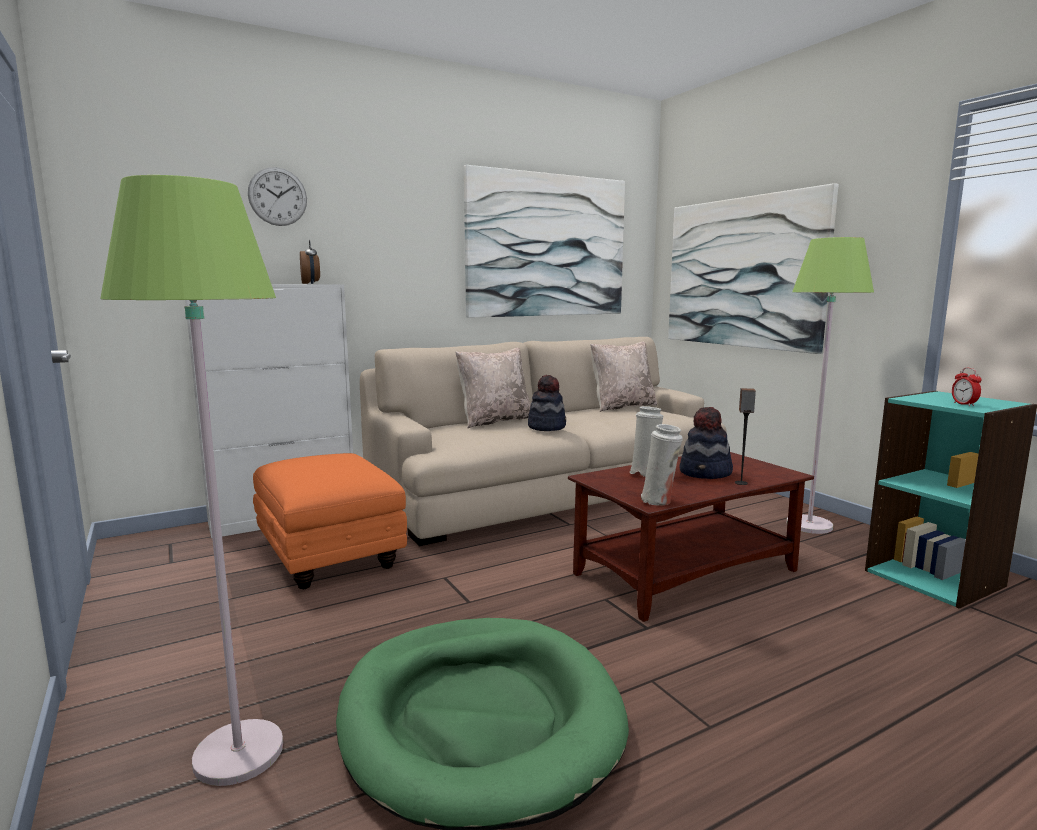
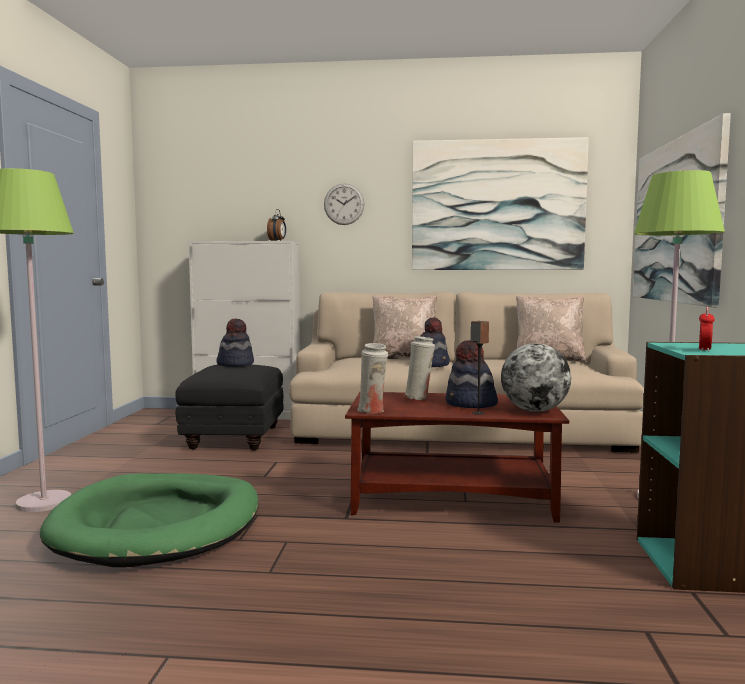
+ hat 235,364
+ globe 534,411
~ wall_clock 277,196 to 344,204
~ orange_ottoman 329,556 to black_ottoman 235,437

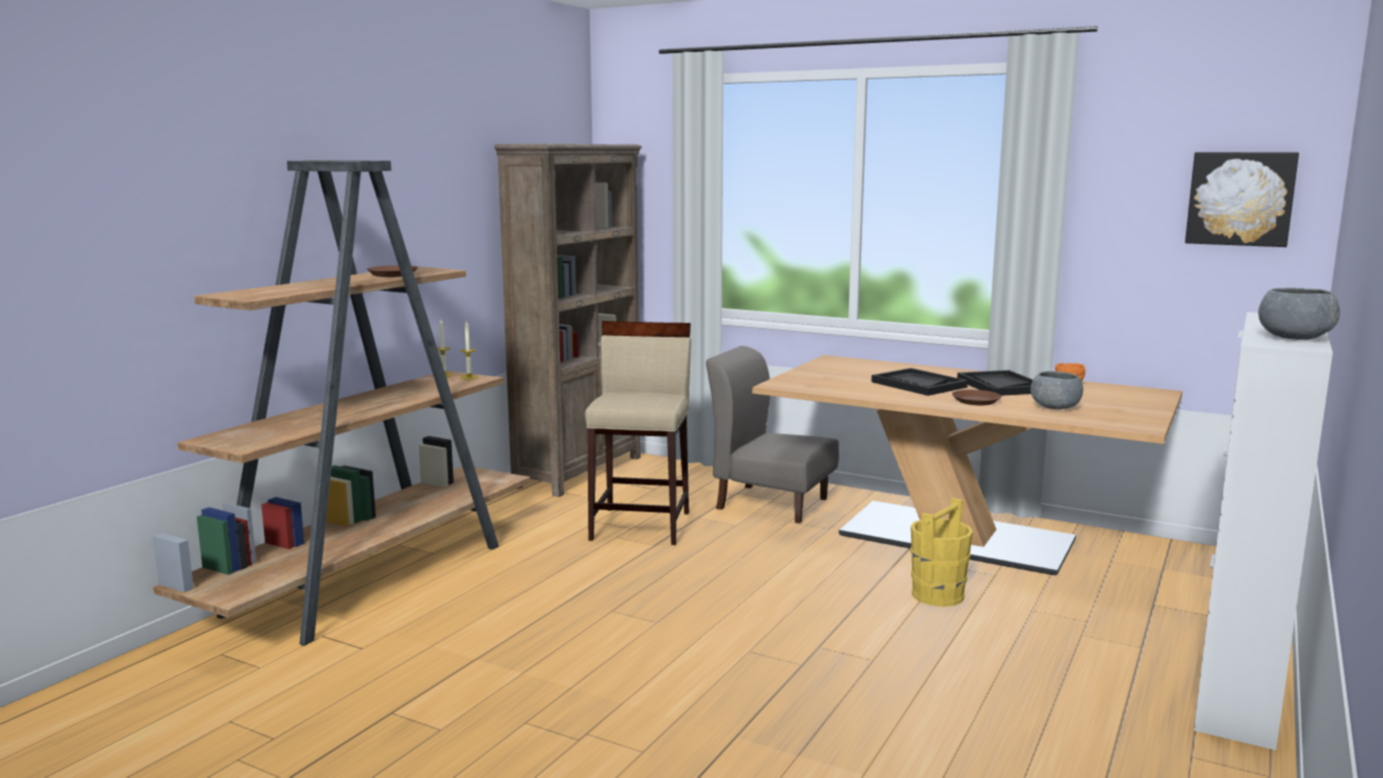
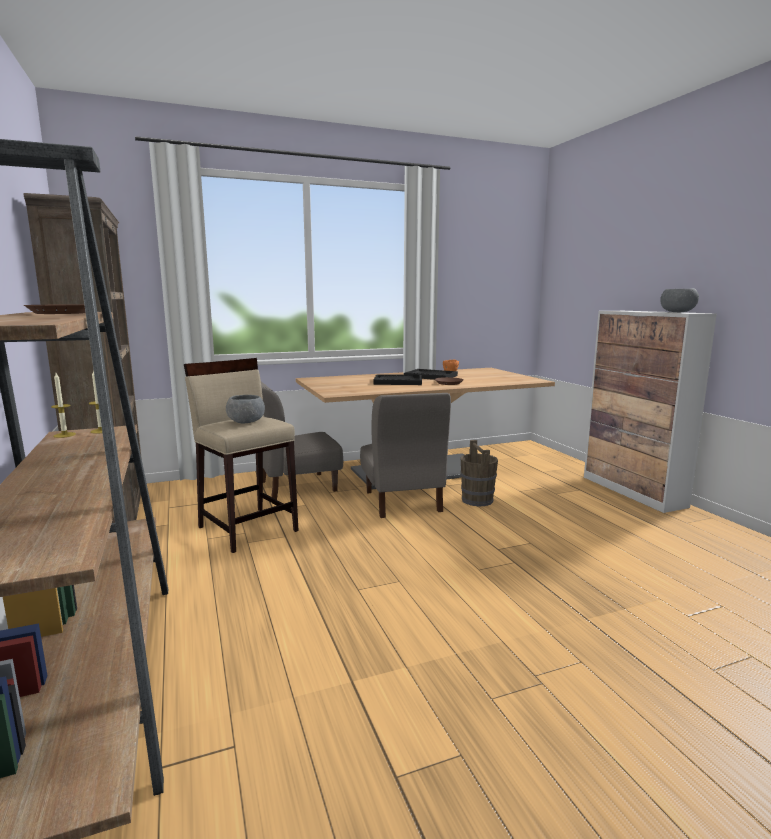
- picture 1240,198
+ grey_chair 402,501
~ grey_bowl 1055,408 to 246,422
~ yellow_bucket 938,595 to brown_bucket 477,500

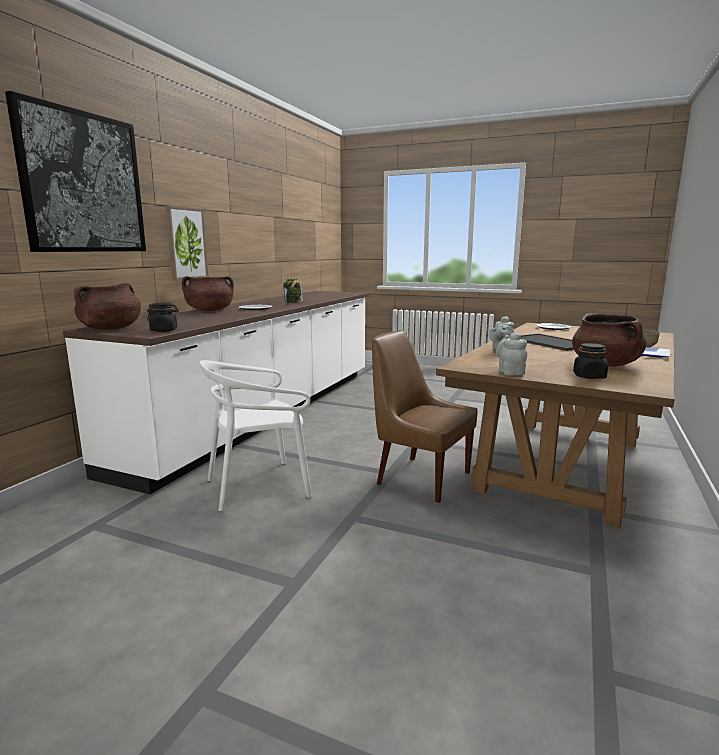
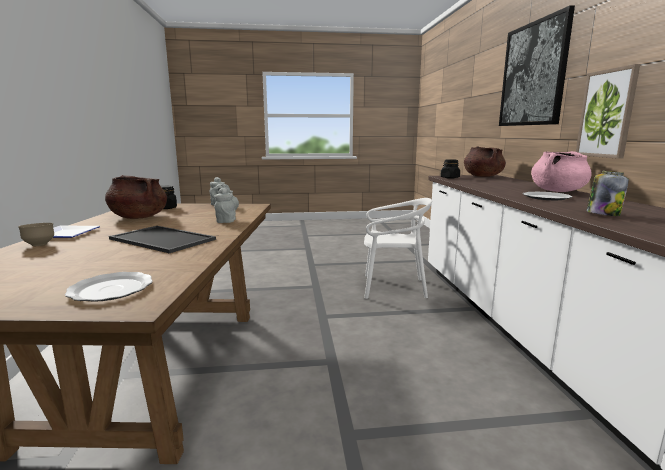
- brown_chair 420,477
~ brown_cooking_pot 210,310 to pink_cooking_pot 558,191
~ white_chair 259,486 = 393,287 60 degrees clockwise

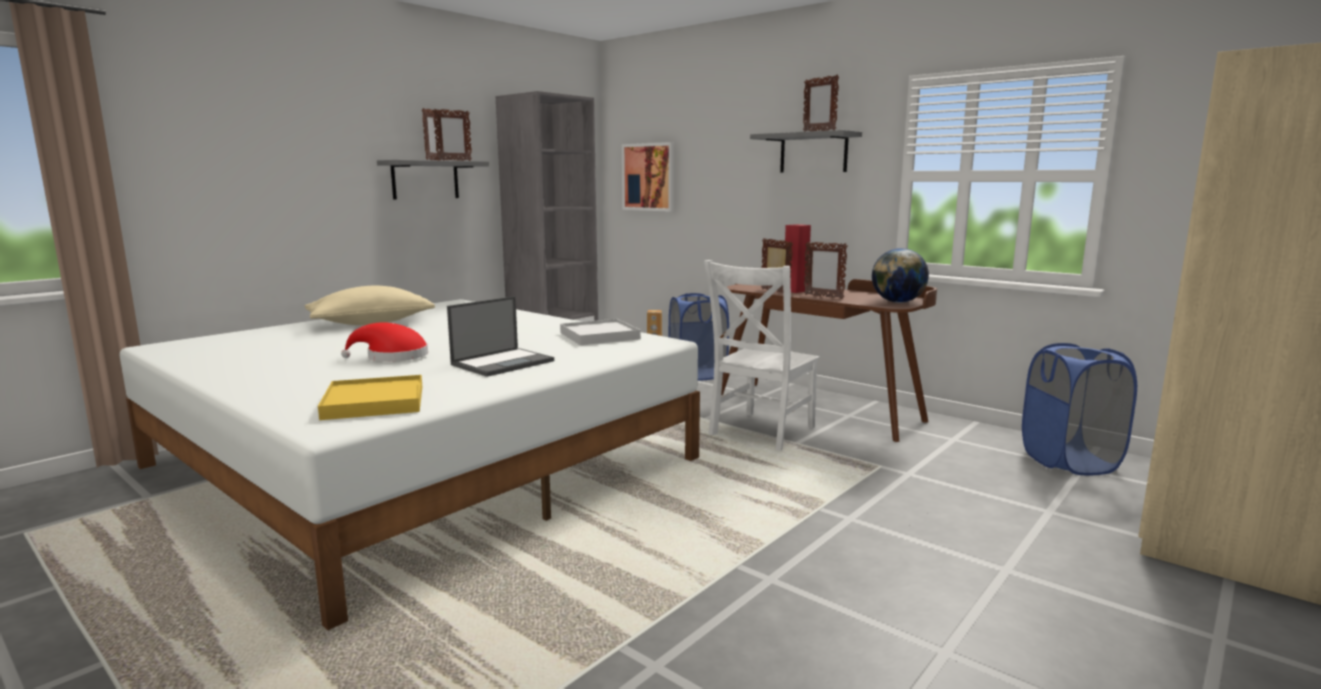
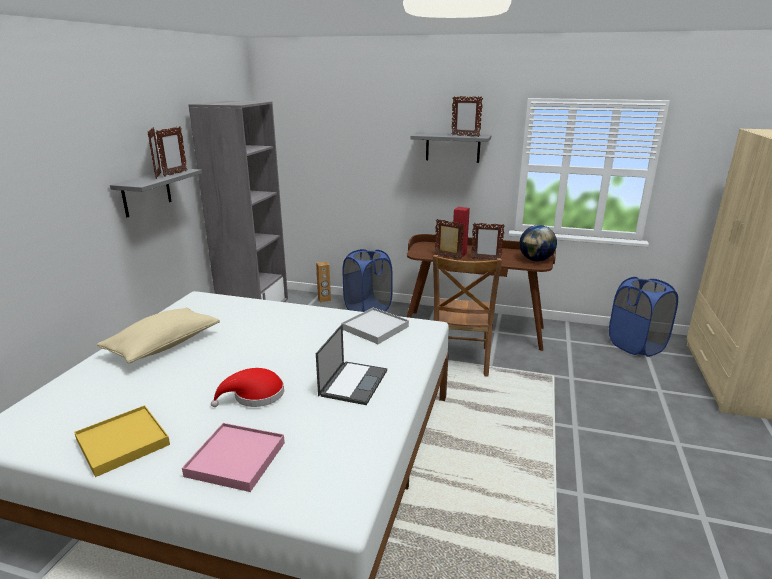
- picture 648,177
+ pink_tray 235,459
~ yellow_tray 375,402 to 123,442
~ white_chair 760,432 to brown_chair 460,361

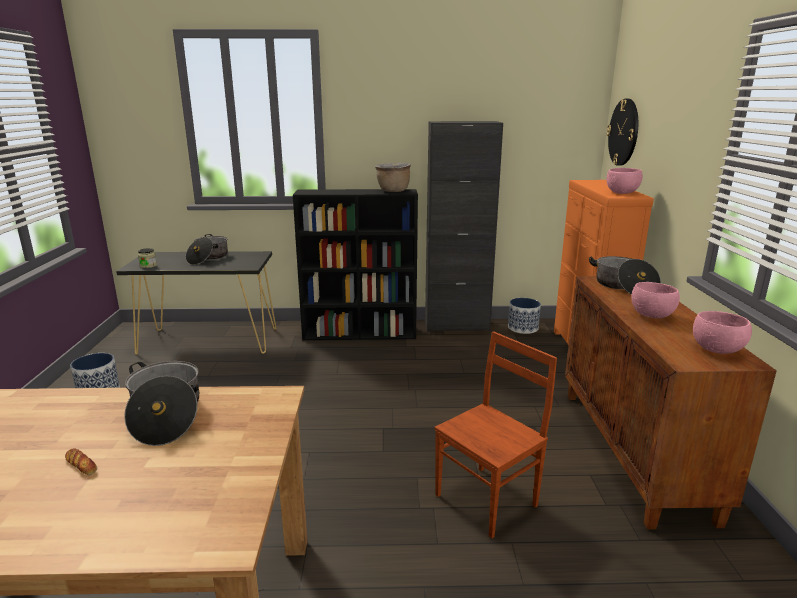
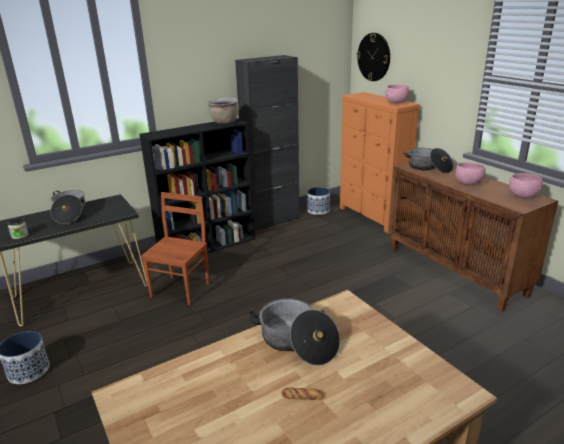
~ brown_chair 488,500 to 181,289

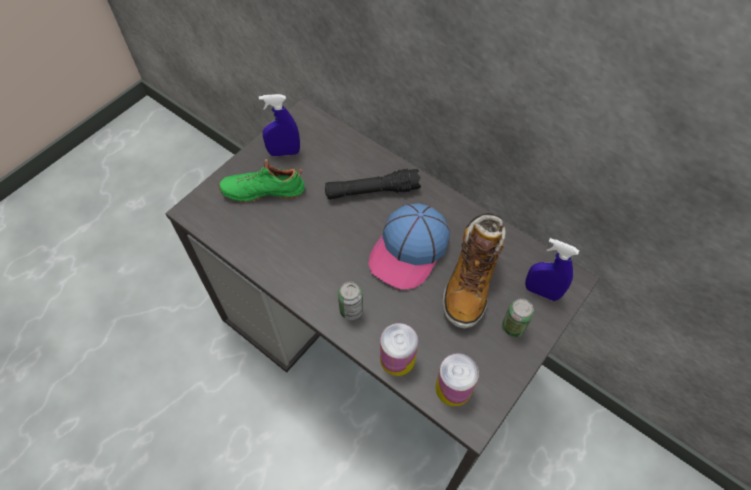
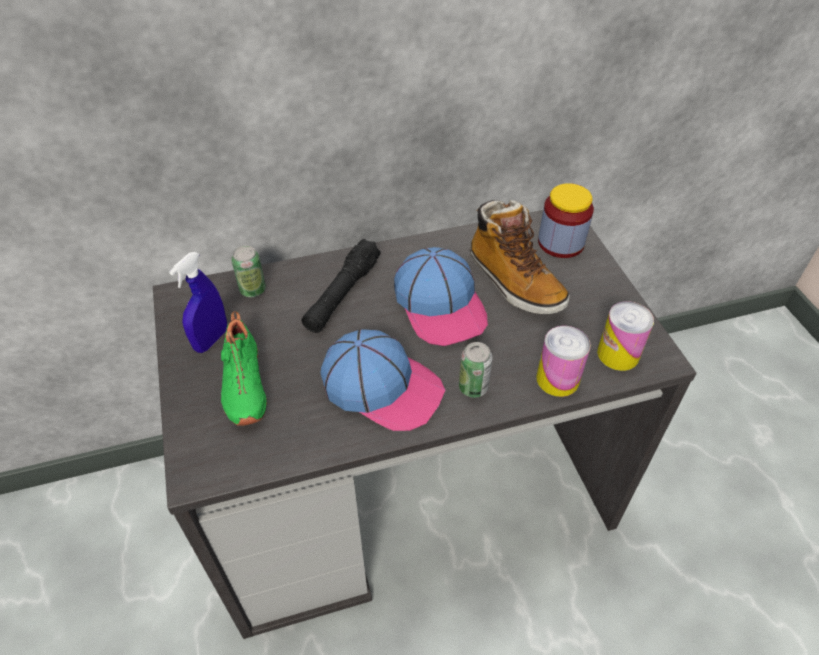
+ cap 383,387
~ can 513,327 to 253,290
~ blue_spray_bottle 541,292 to jar 561,243
~ green_shoe 263,189 = 242,385 45 degrees counterclockwise

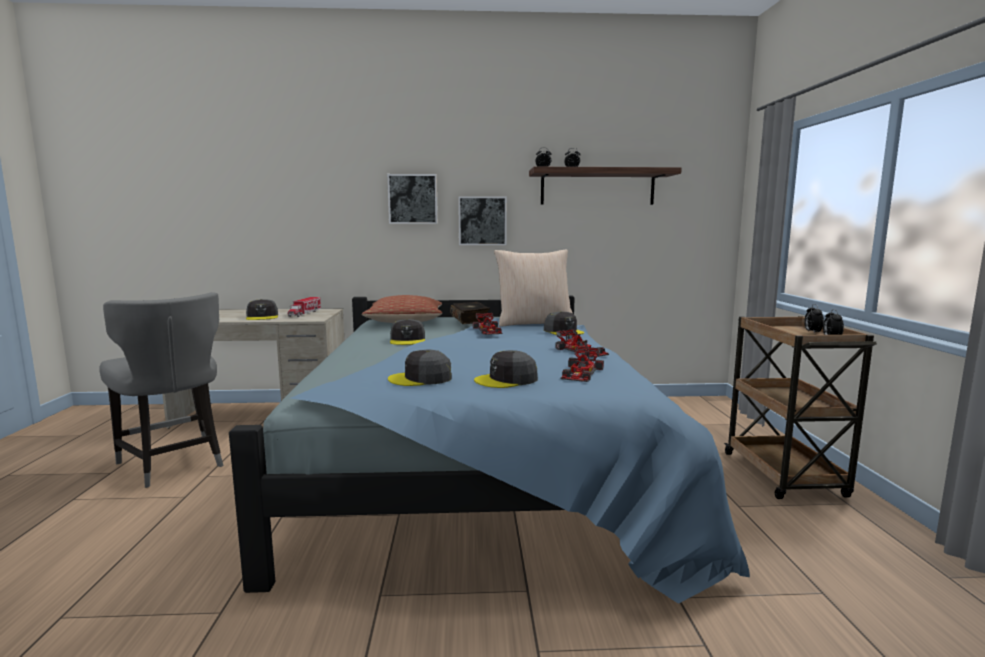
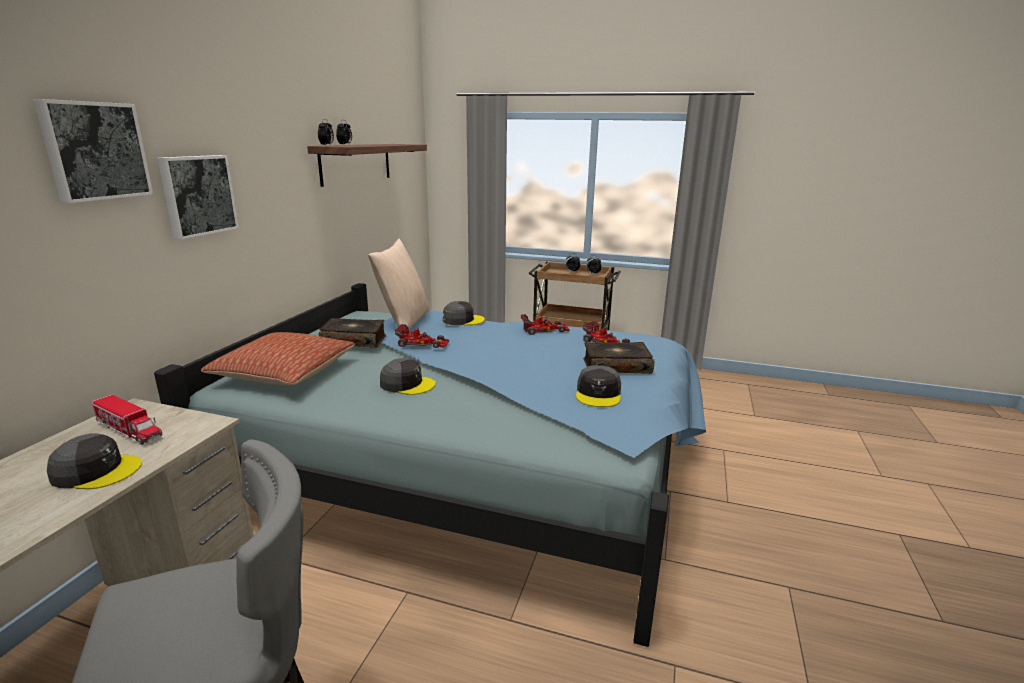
~ picture 482,221 to 95,151
~ grey_cap 506,380 to book 616,366

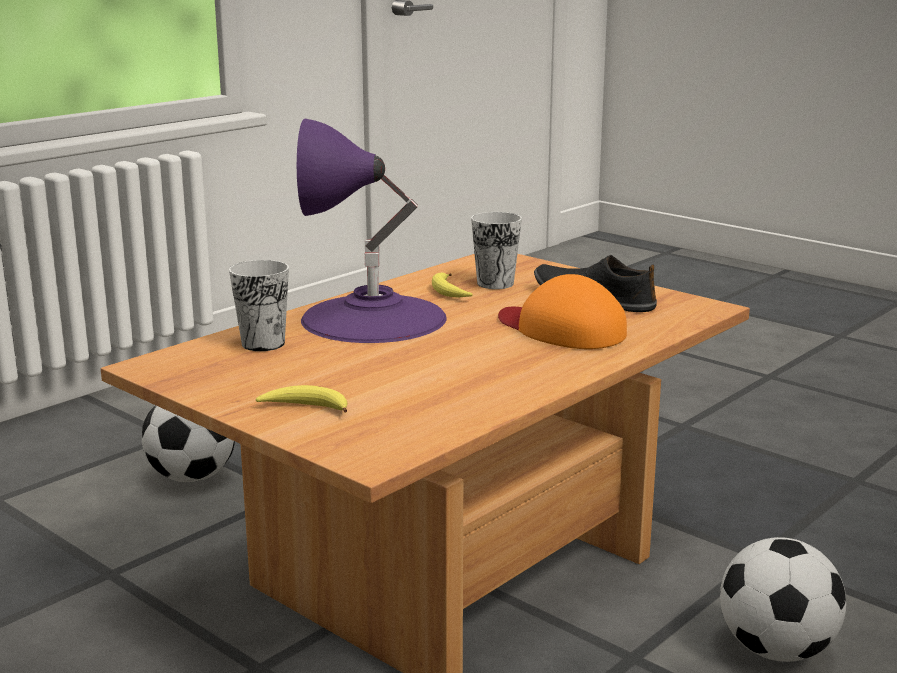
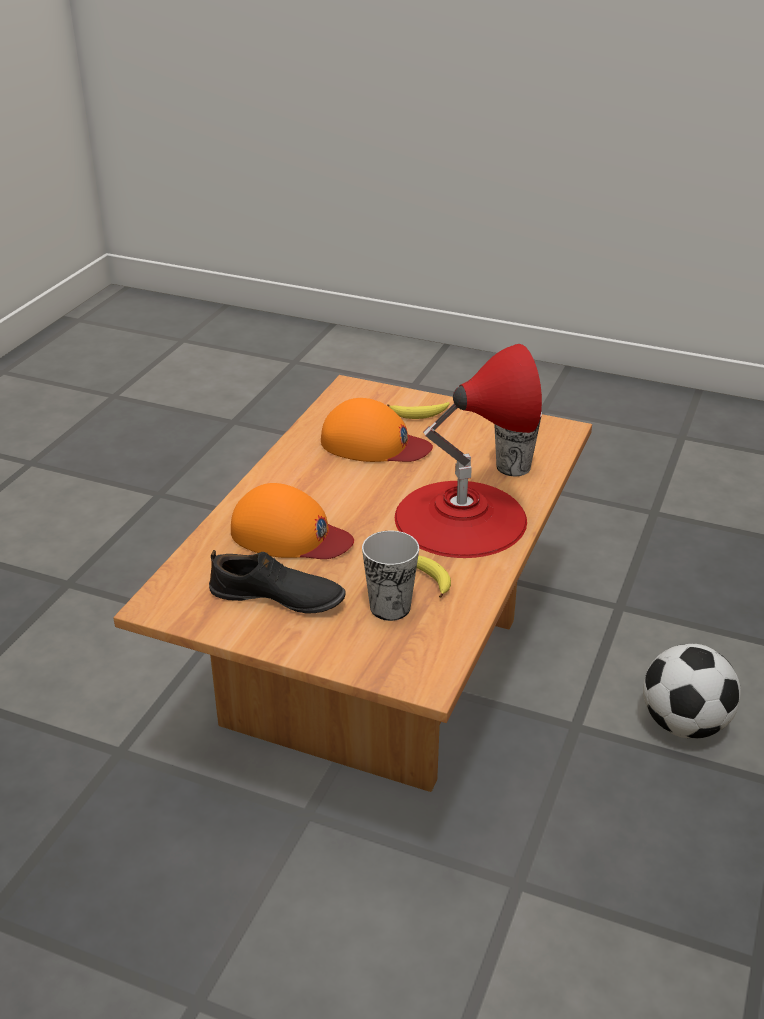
- football 776,650
+ orange_cap 374,444
~ purple_table_lamp 373,318 to red_table_lamp 460,517

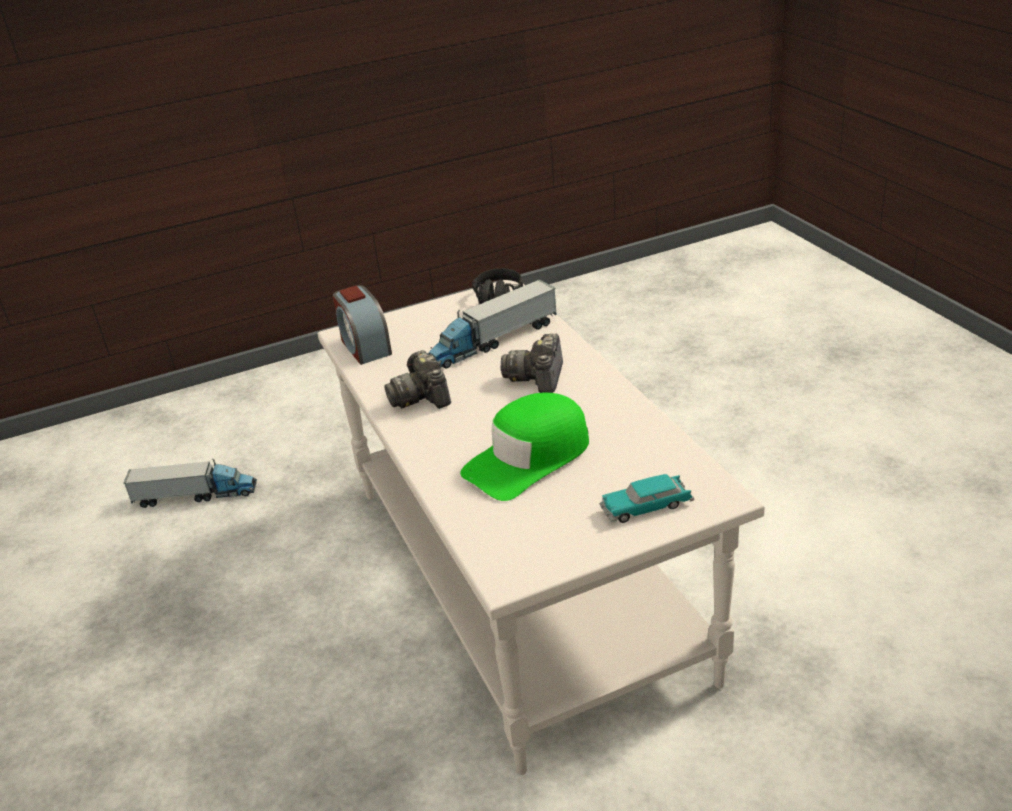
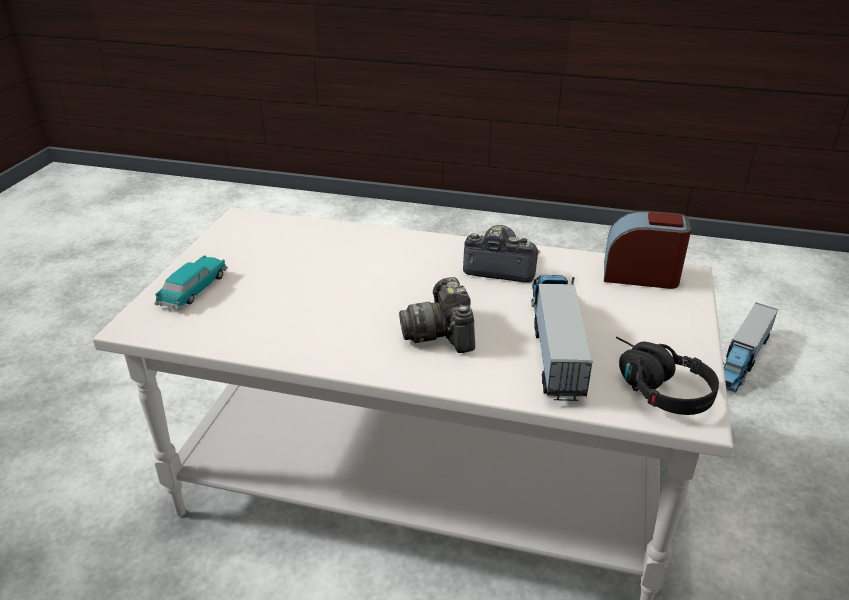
- green_cap 529,458
~ photo_camera 537,377 = 441,333 150 degrees counterclockwise

